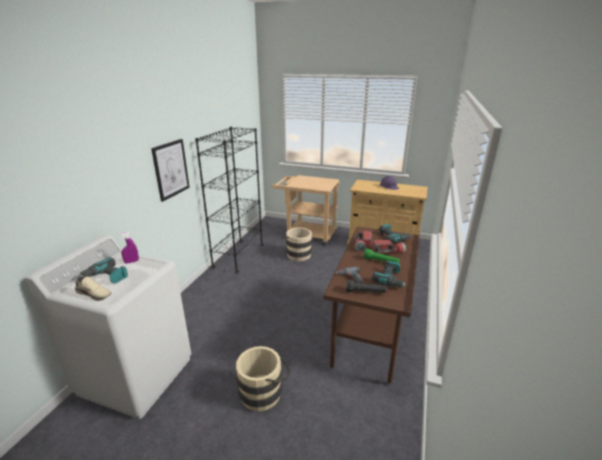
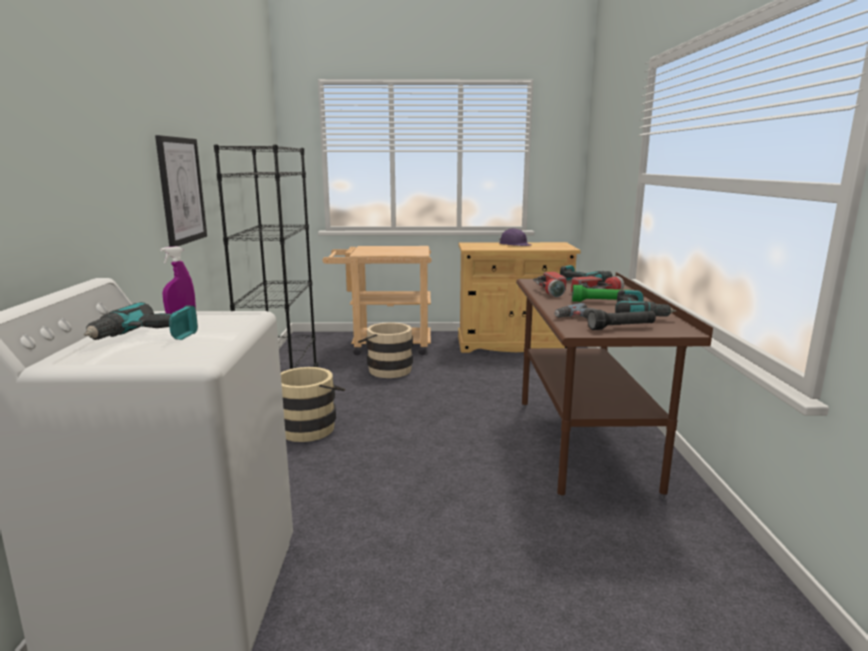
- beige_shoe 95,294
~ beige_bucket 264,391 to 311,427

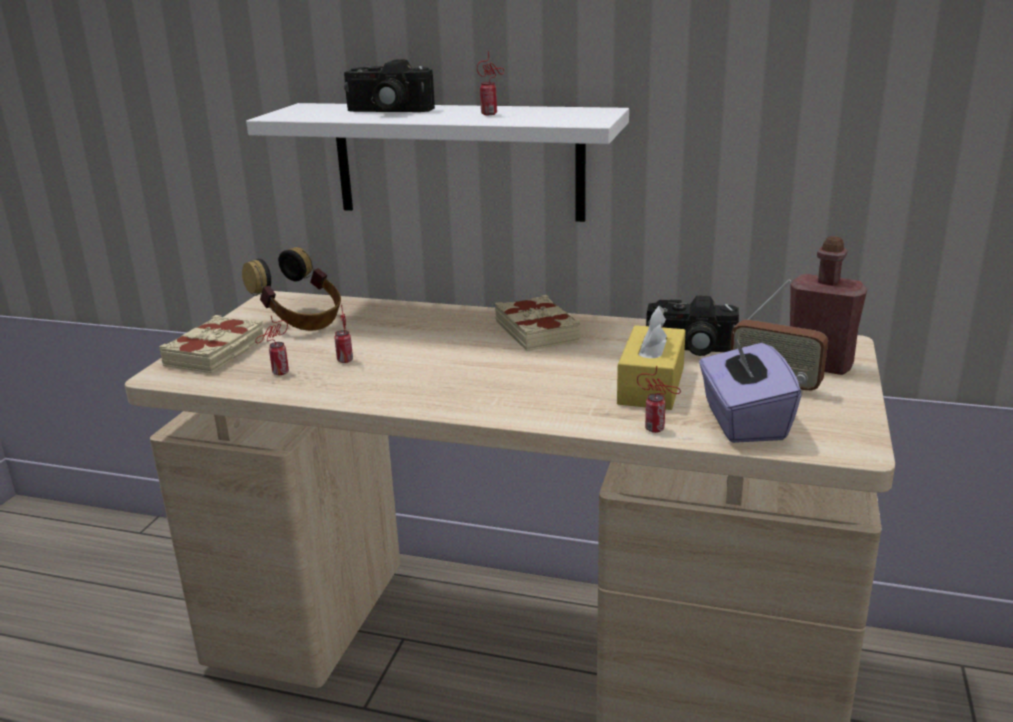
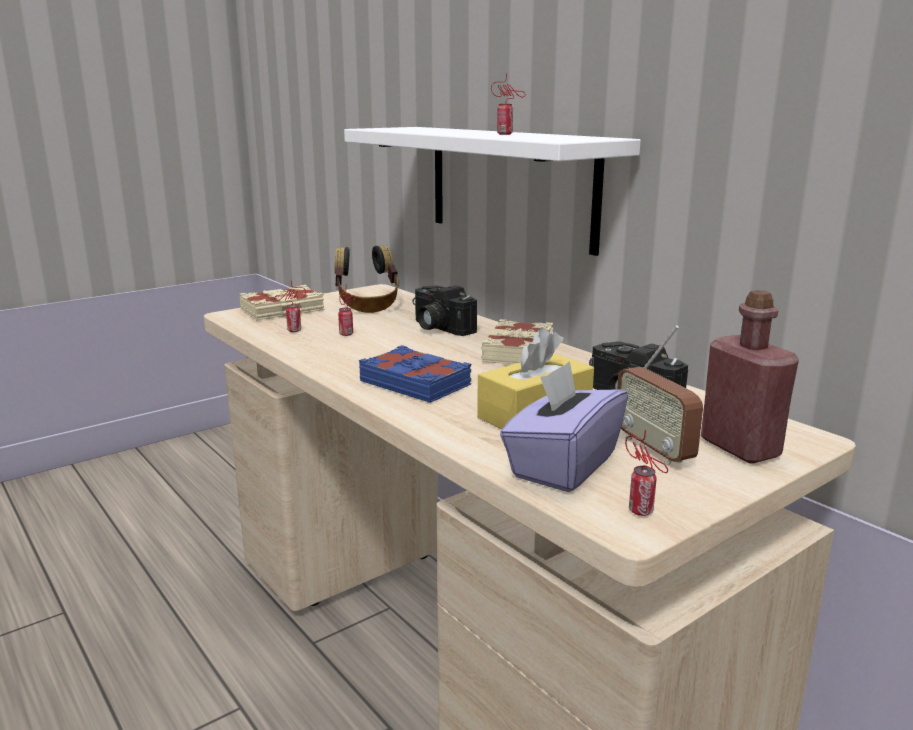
+ blue_book 416,383
~ photo_camera 387,111 to 438,327
~ can 657,429 to 643,513

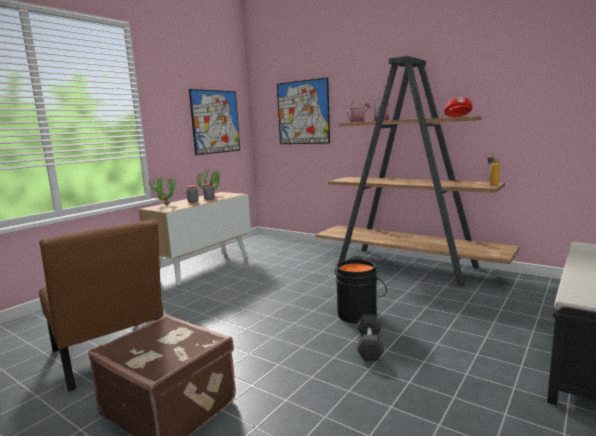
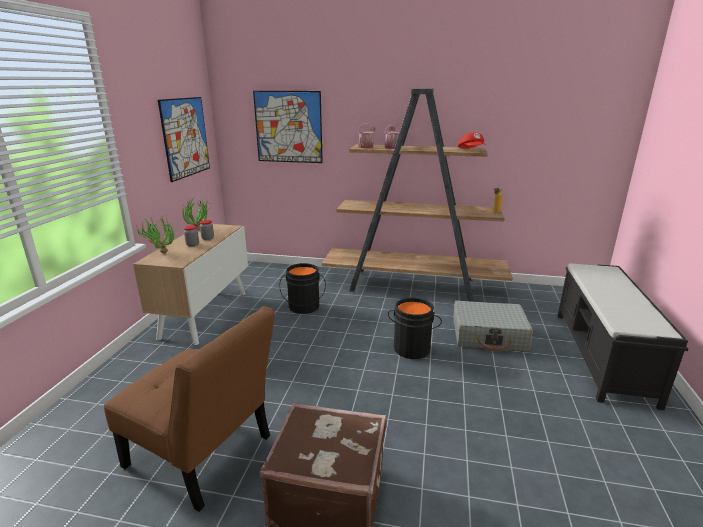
- black_dumbbell 369,346
+ black_bucket 303,307
+ grey_suitcase 489,335

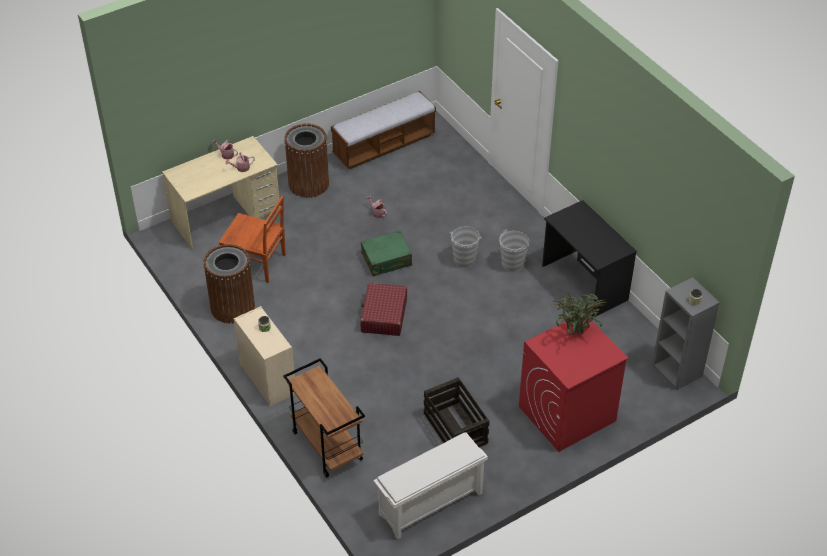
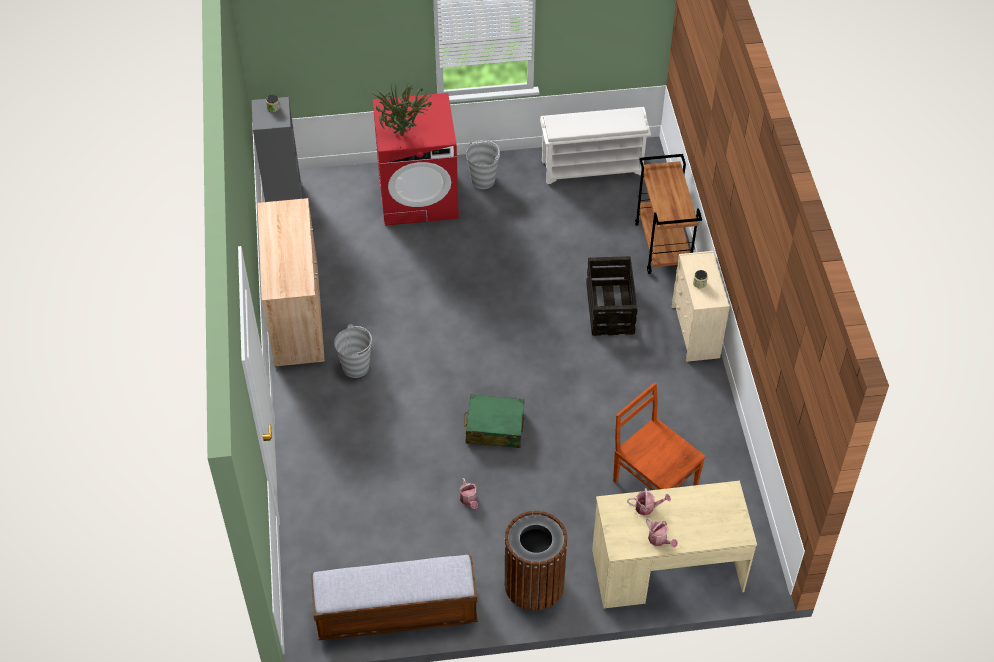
- brown_trash_can 232,307
- red_suitcase 383,316
~ crate 456,429 to 609,308
~ grey_bucket 464,260 to 483,180
~ black_desk 584,283 to beige_cabinet 297,316

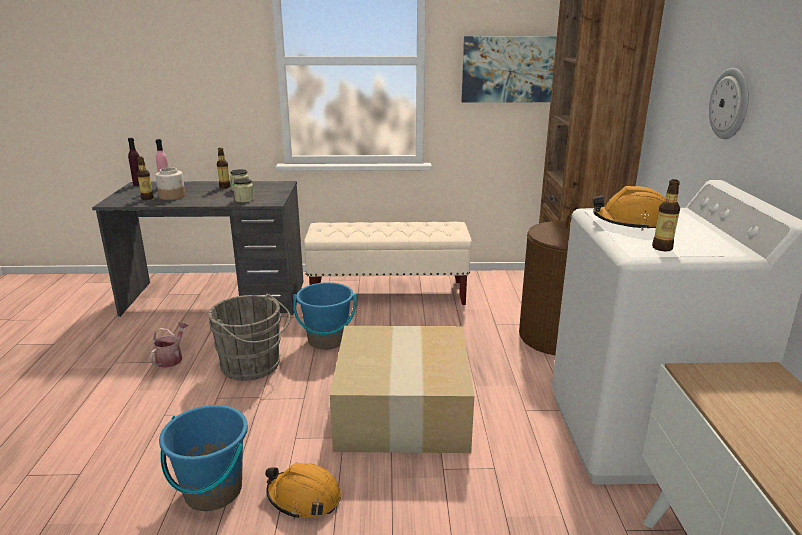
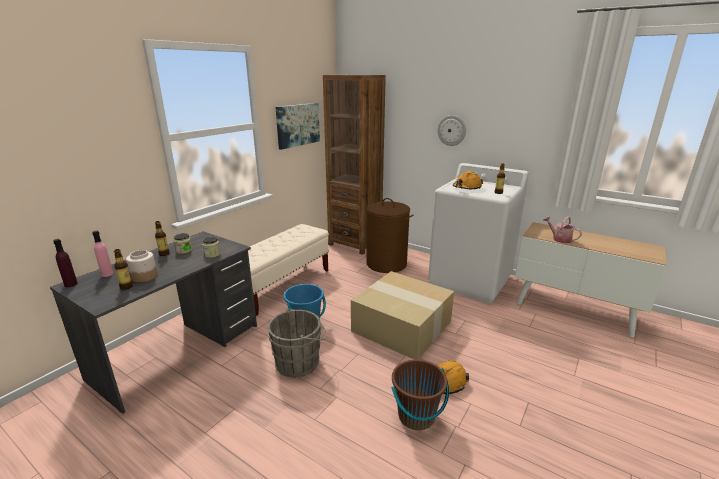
~ watering_can 171,358 to 559,239
~ blue_bucket 213,491 to brown_bucket 416,416

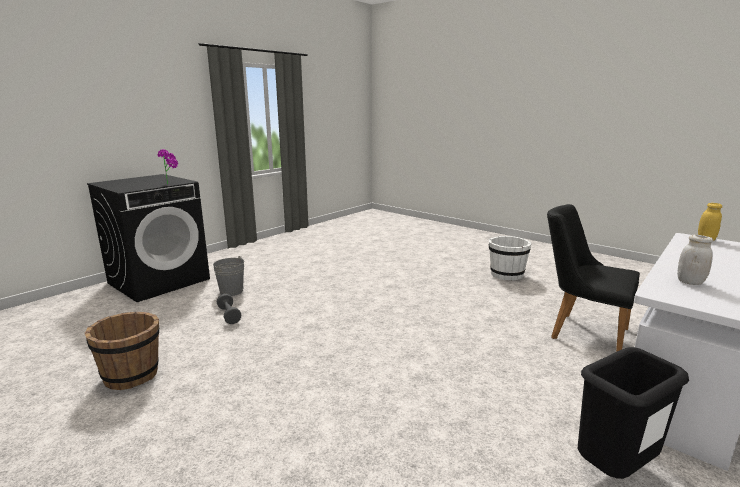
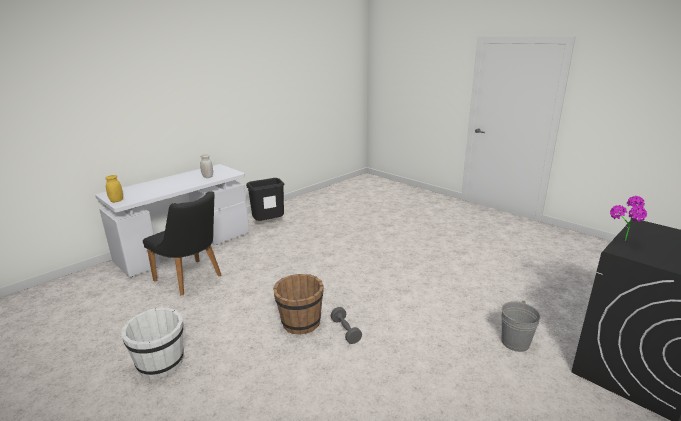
~ brown_bucket 132,375 to 300,323
~ grey_dumbbell 229,315 to 345,331

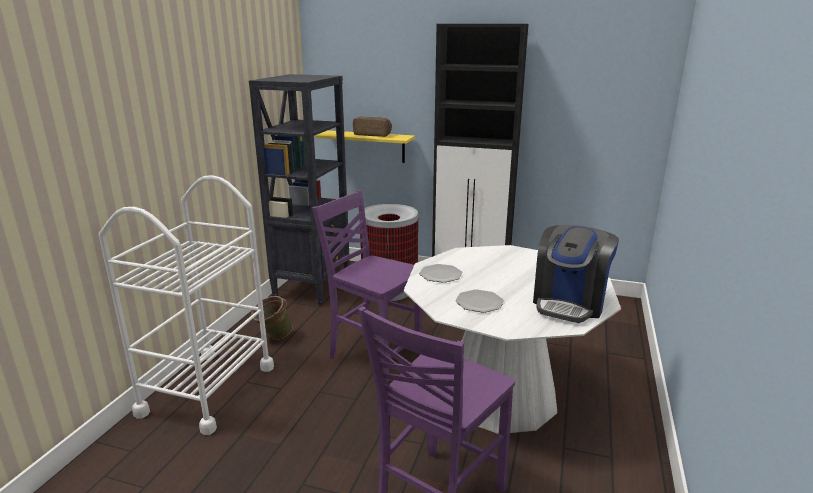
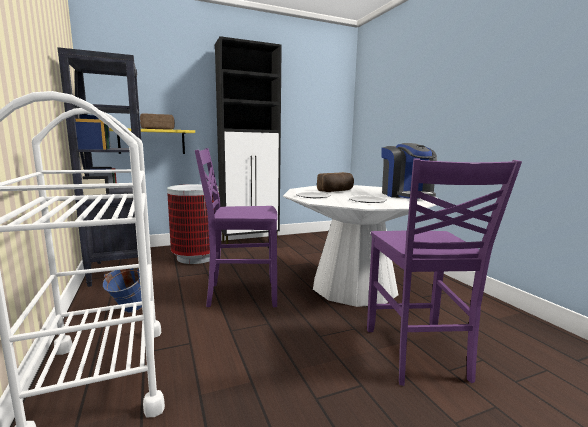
+ bread 336,191
~ green_bucket 273,337 to blue_bucket 128,311

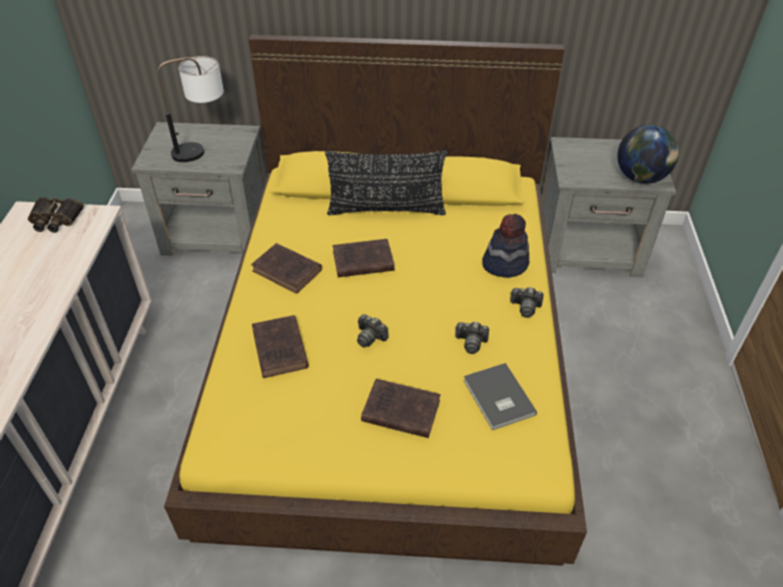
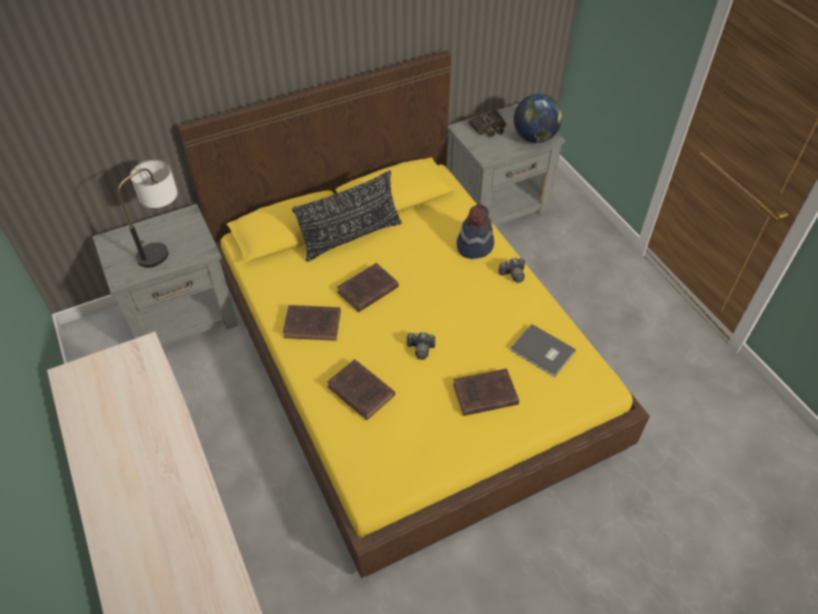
- photo_camera 471,342
~ binoculars 55,219 to 488,128

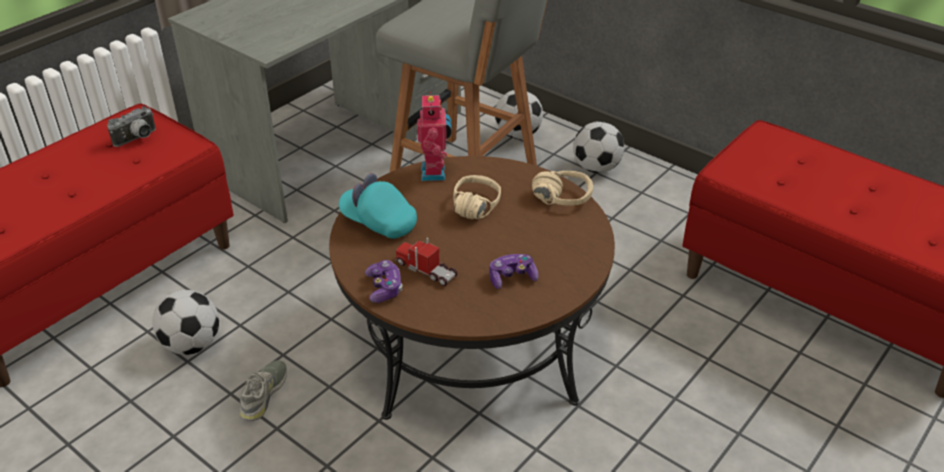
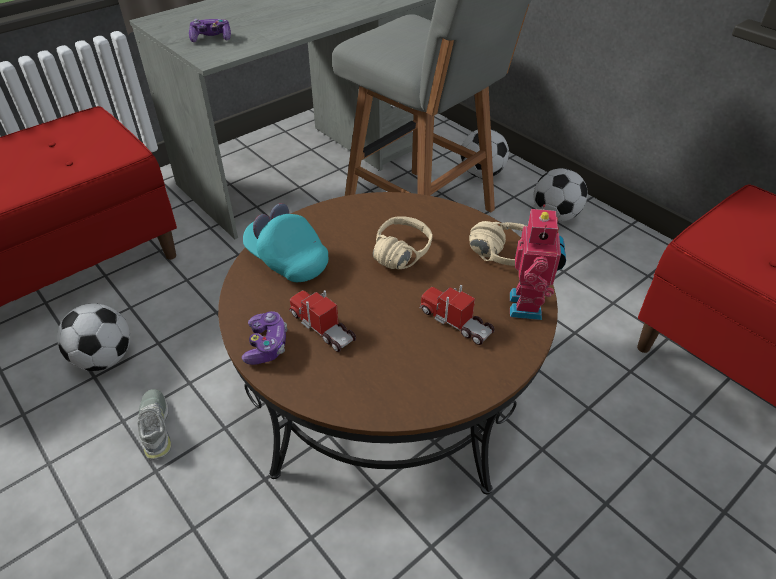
- photo_camera 138,139
+ toy_truck 455,322
~ toy_robot 435,172 to 528,306
~ game_controller 512,278 to 211,38
~ grey_shoe 264,394 = 156,427 45 degrees counterclockwise

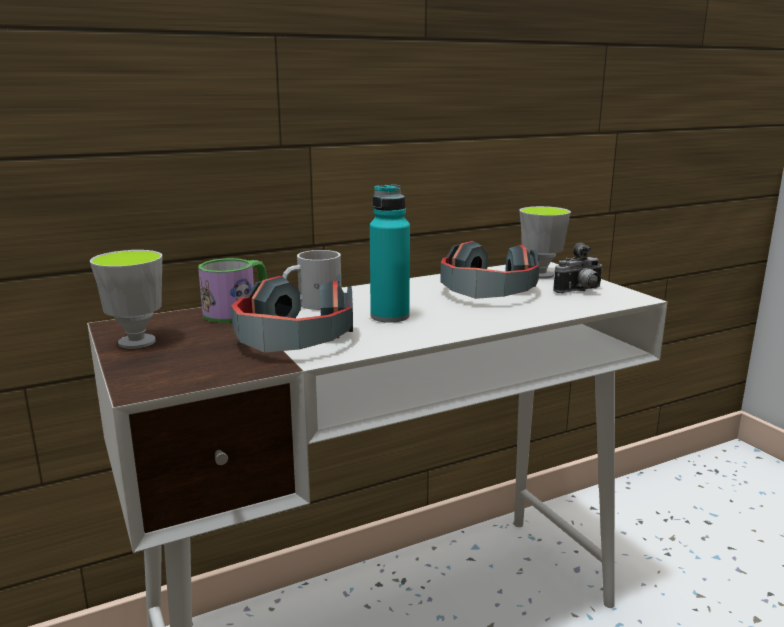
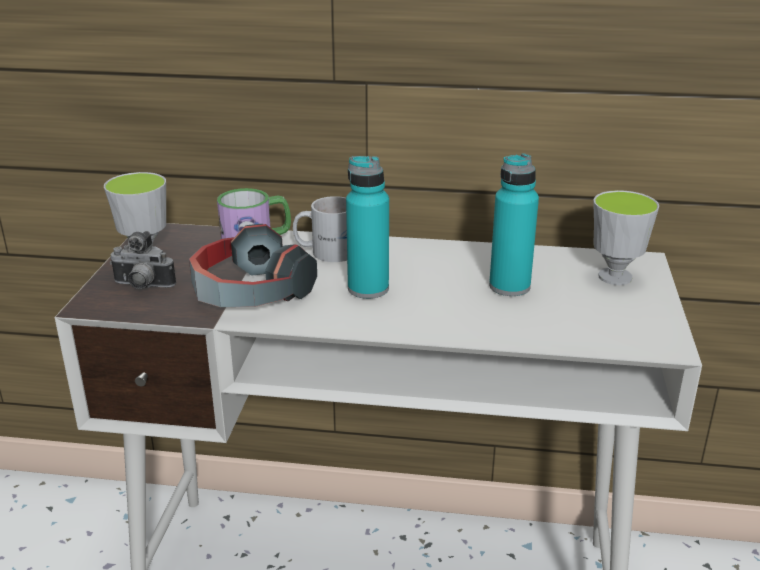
~ photo_camera 580,291 to 142,287
~ headphones 486,293 to turquoise_bottle 509,286

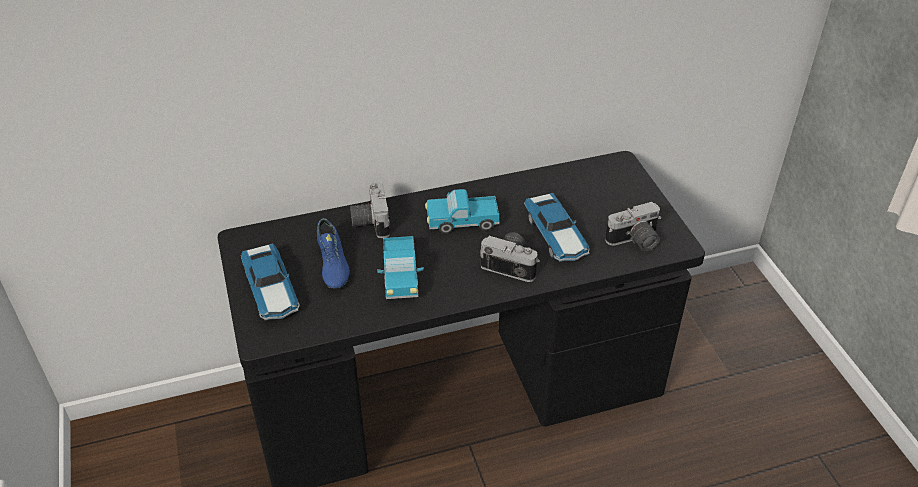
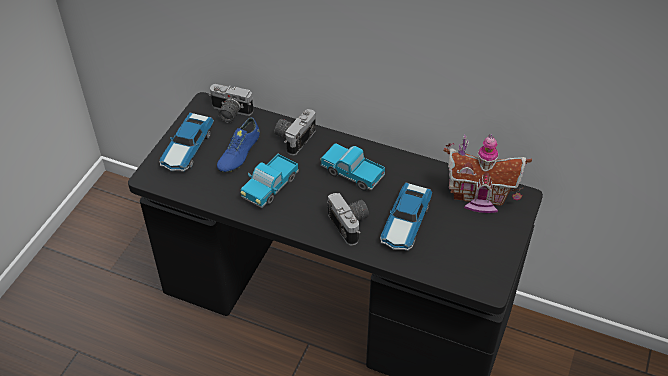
+ toy_house 479,198
~ photo_camera 635,242 to 229,113

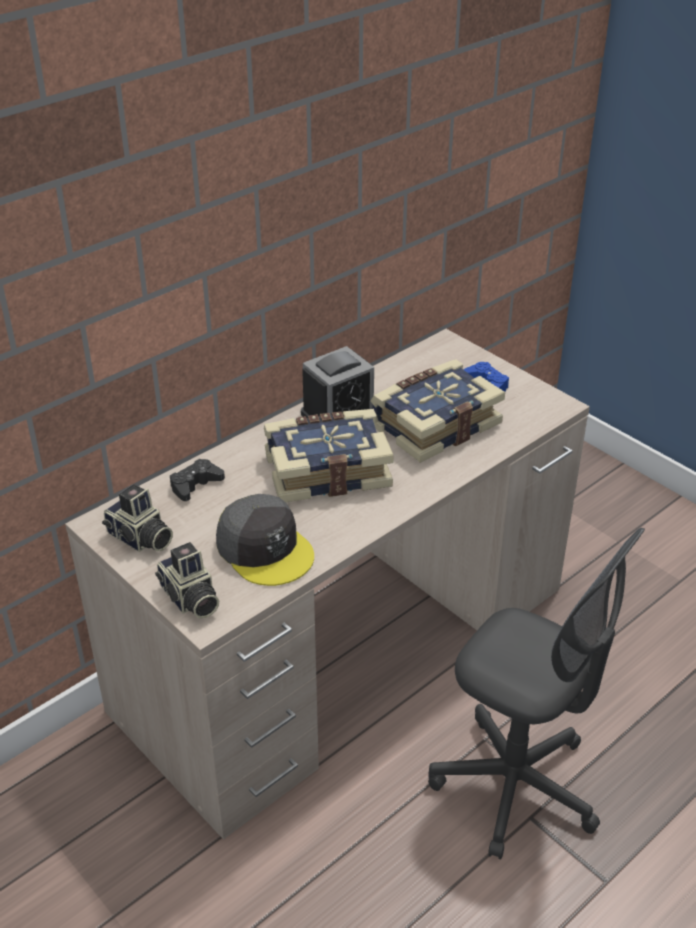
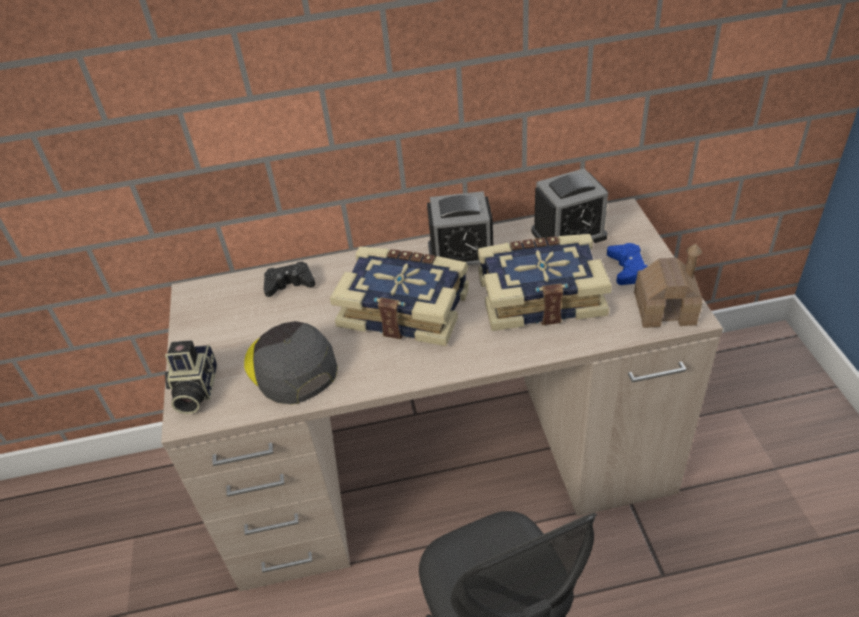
- photo_camera 140,539
+ alarm_clock 568,234
+ toy_house 664,308
~ grey_cap 265,549 = 290,366 150 degrees clockwise

